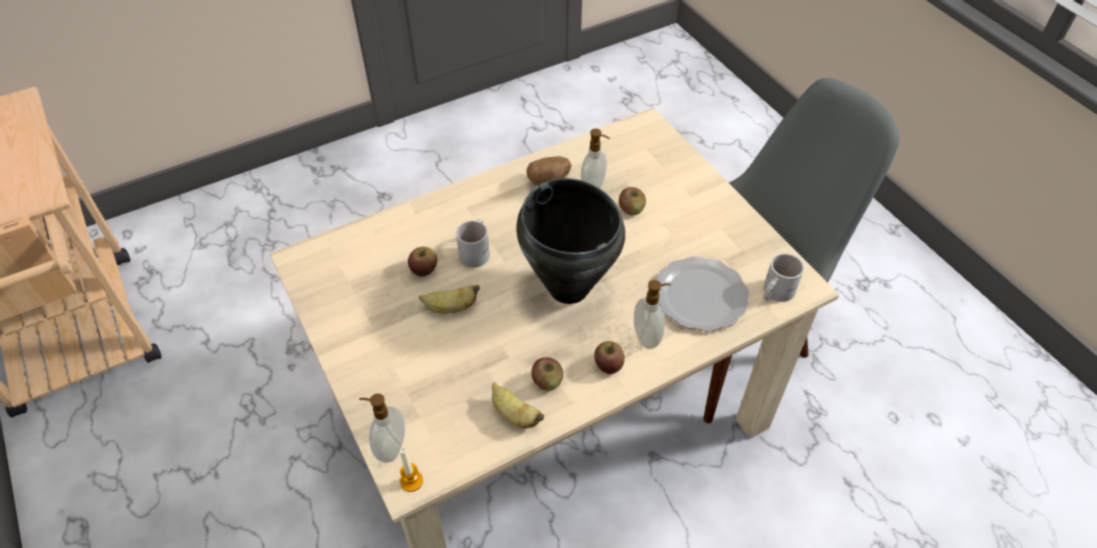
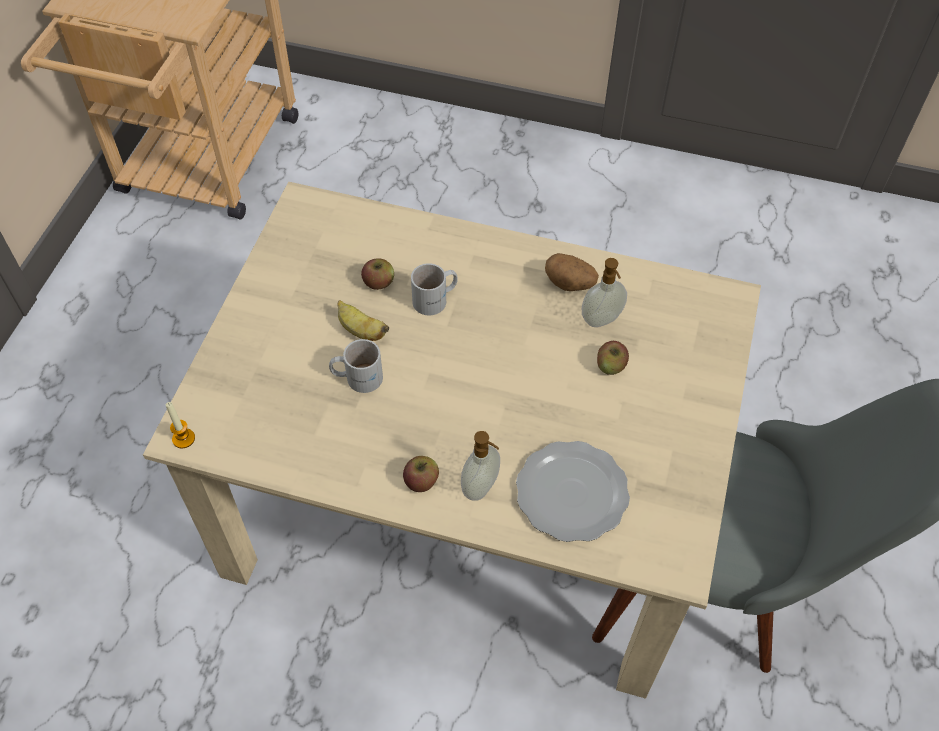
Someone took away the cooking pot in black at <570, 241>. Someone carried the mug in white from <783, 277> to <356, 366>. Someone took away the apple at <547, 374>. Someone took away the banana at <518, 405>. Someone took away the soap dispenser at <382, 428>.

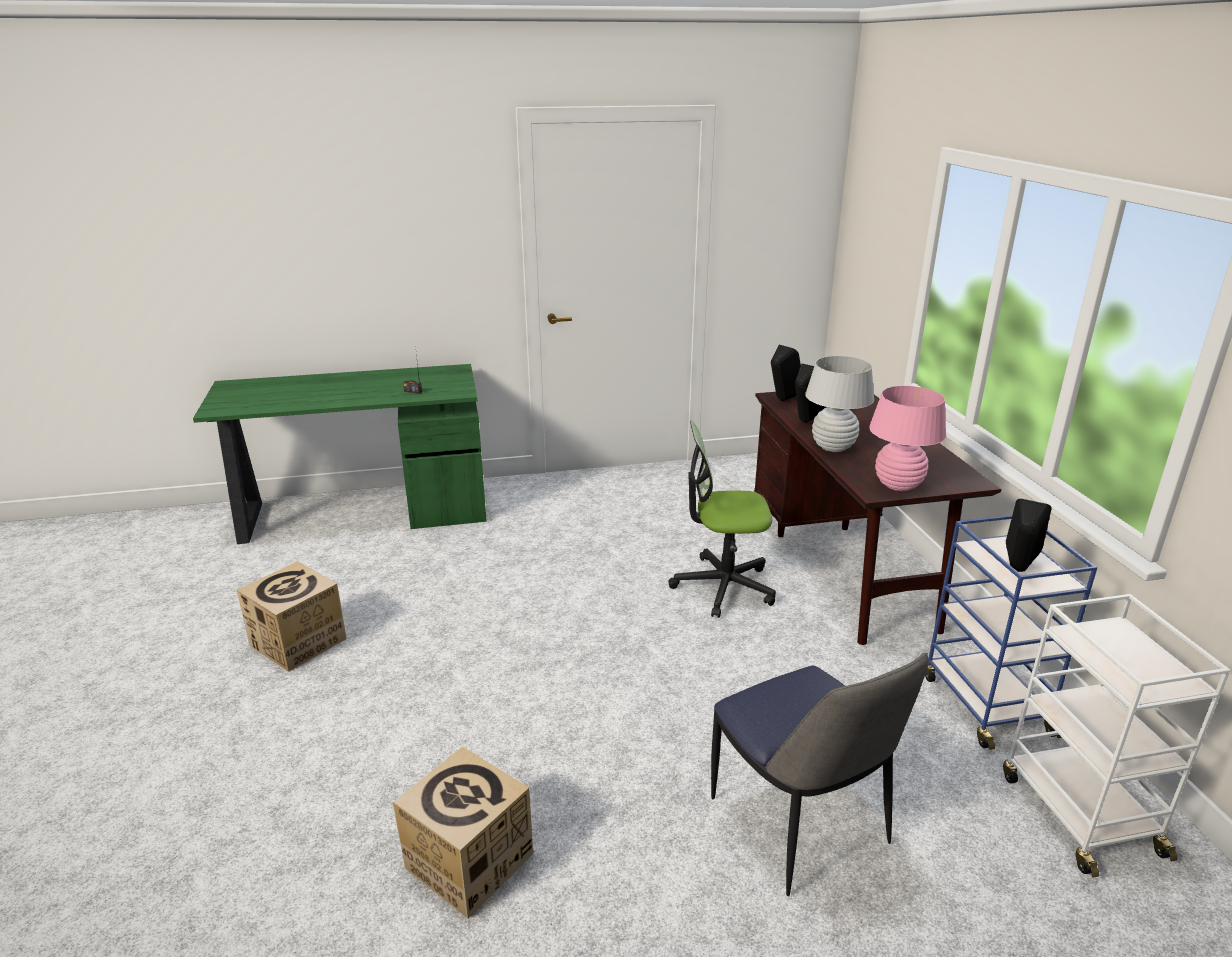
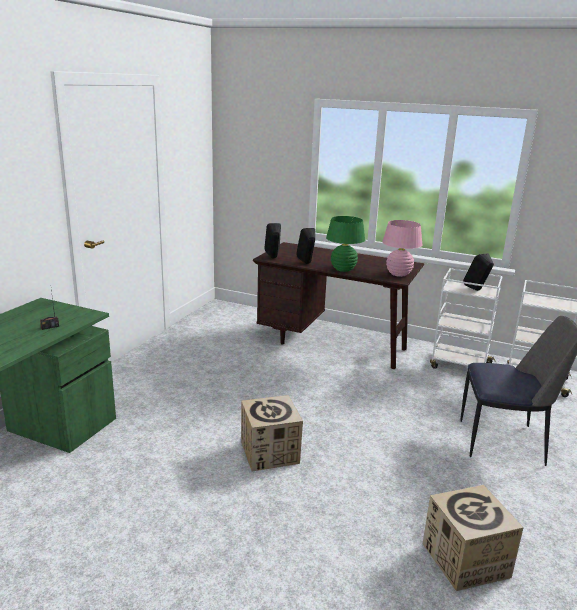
Someone repainted the table lamp in white at <839, 404>, which became the table lamp in green at <345, 244>. Someone took away the office chair at <722, 519>. Someone repainted the cart in blue at <1011, 632>, which became the cart in white at <466, 318>. Someone carried the cardboard box from <292, 616> to <272, 433>.

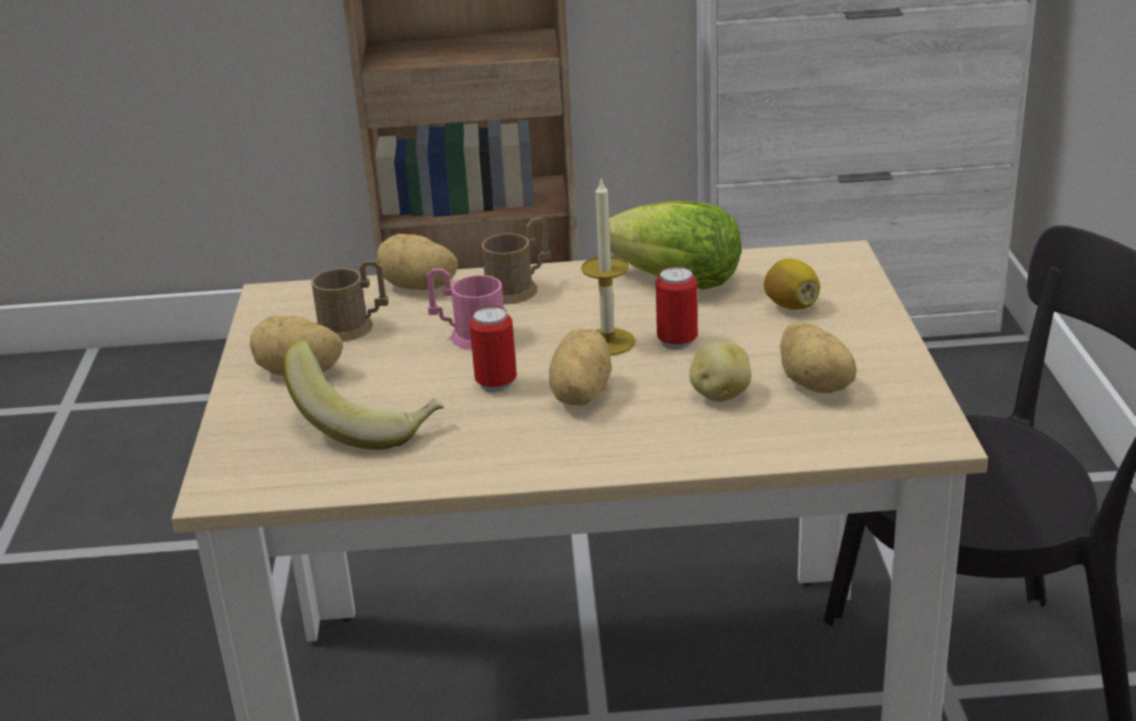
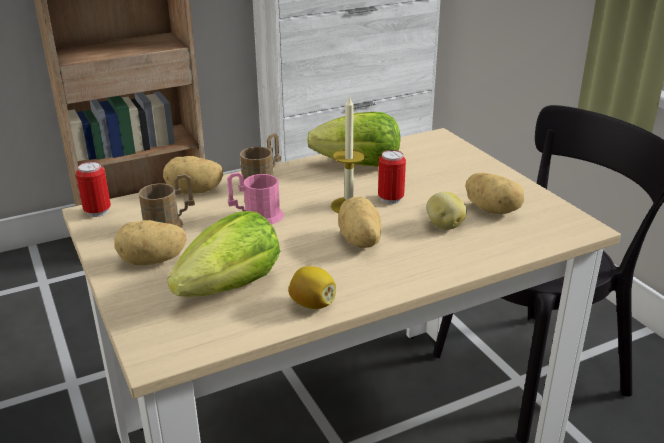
Someone carried the lemon from <792, 284> to <312, 287>. Someone carried the can from <493, 349> to <93, 189>. Someone swapped the banana at <363, 395> for the lettuce at <224, 254>.

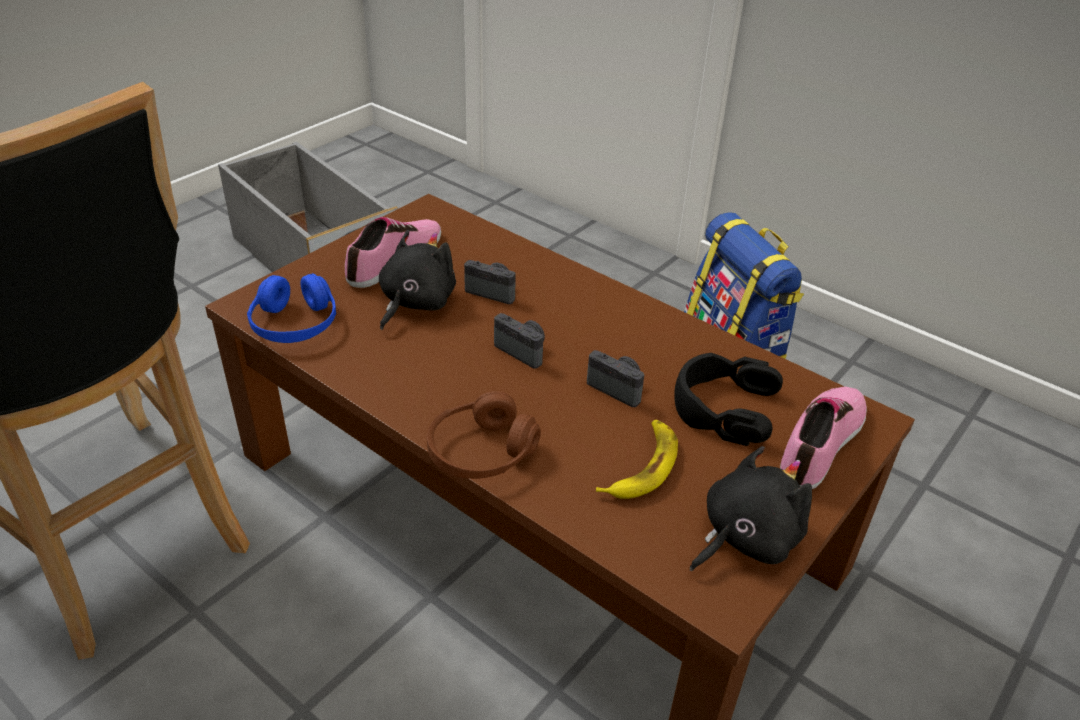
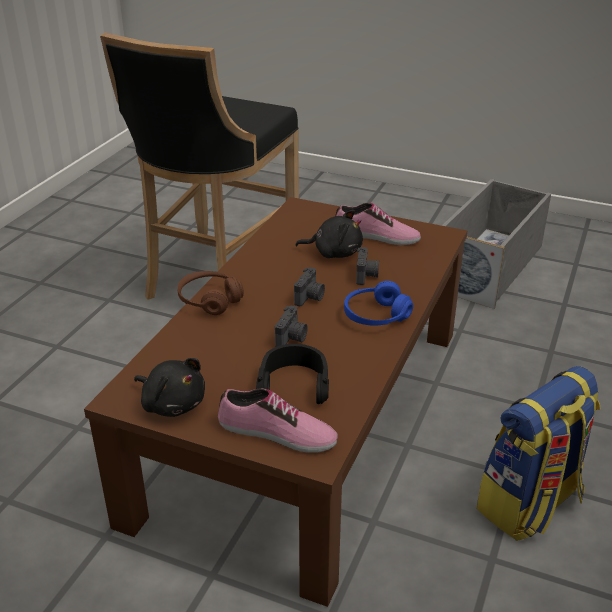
Someone carried the headphones in blue from <291, 308> to <378, 303>. Someone took away the banana at <637, 459>.

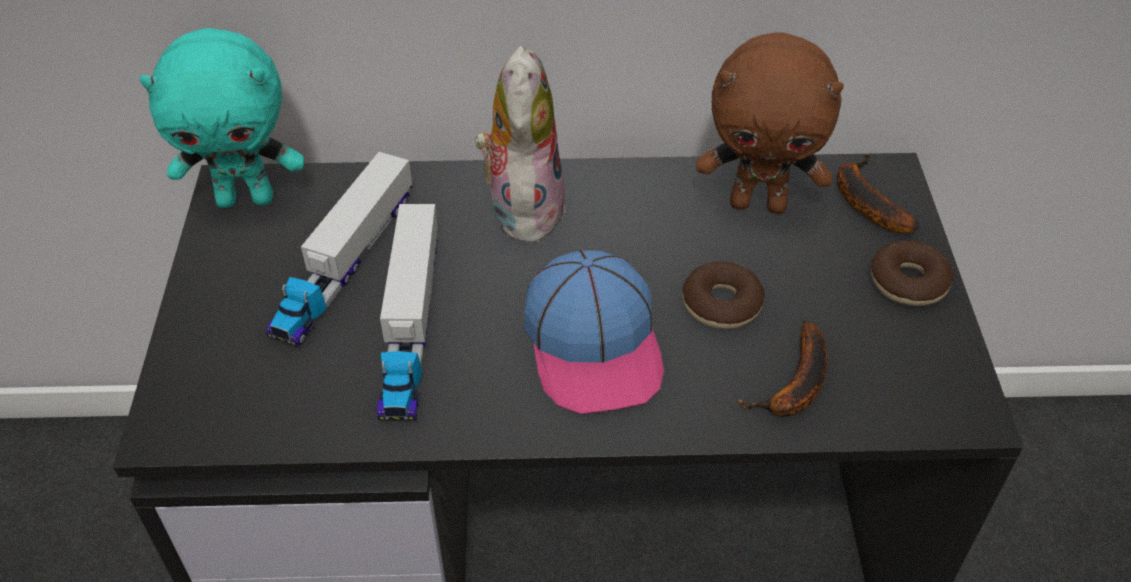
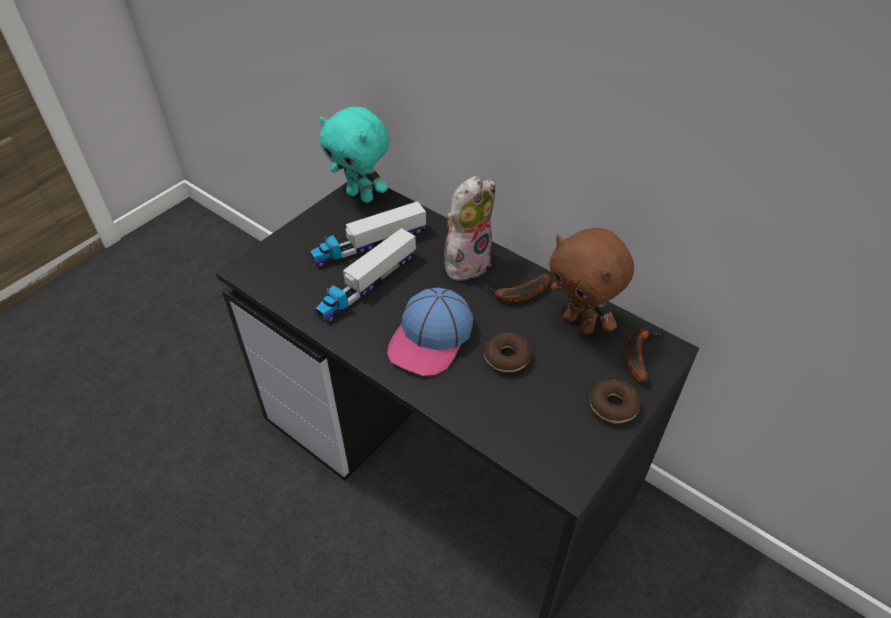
Someone carried the banana from <781, 368> to <518, 288>.

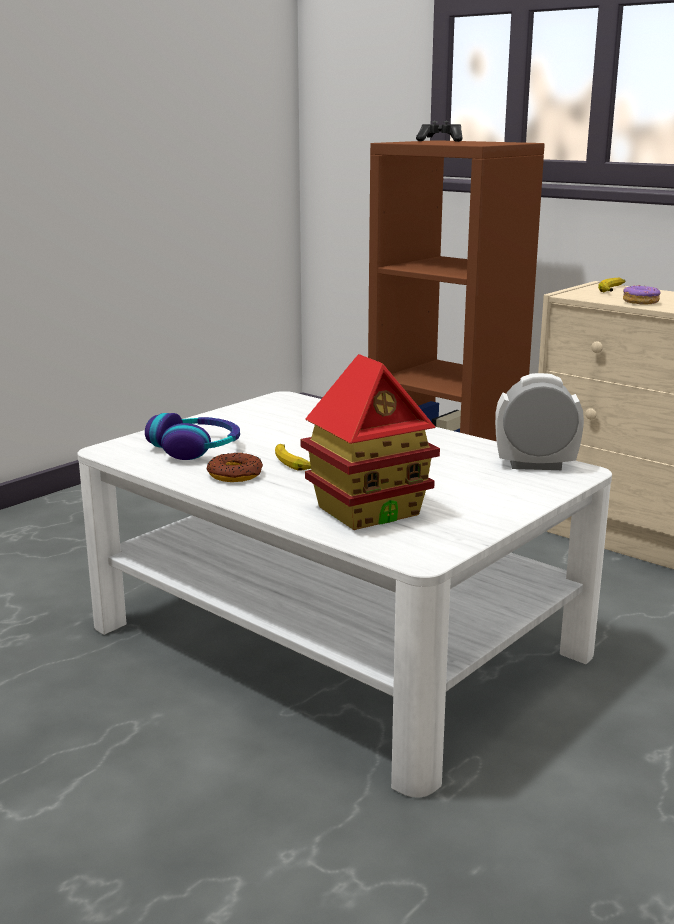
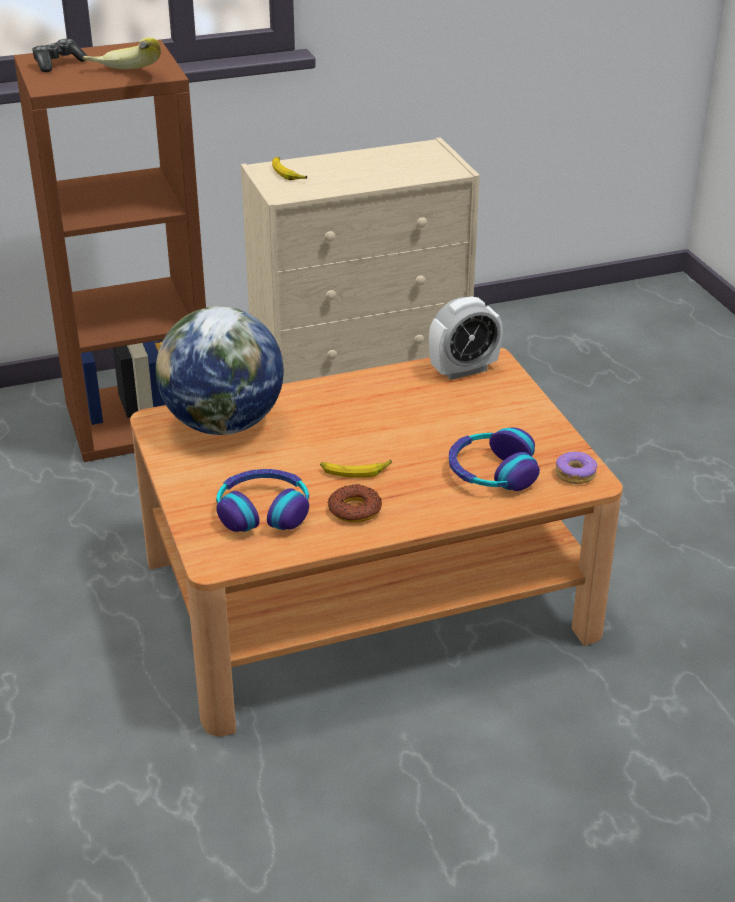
Someone carried the donut from <641, 295> to <577, 468>. Someone swapped the toy house at <370, 442> for the headphones at <494, 459>. Someone rotated the alarm clock at <539, 421> by 150 degrees counterclockwise. Someone repainted the coffee table in white at <344, 594>, which became the coffee table in brown at <376, 542>. Someone put down the banana at <121, 53>. Someone put down the globe at <220, 370>.

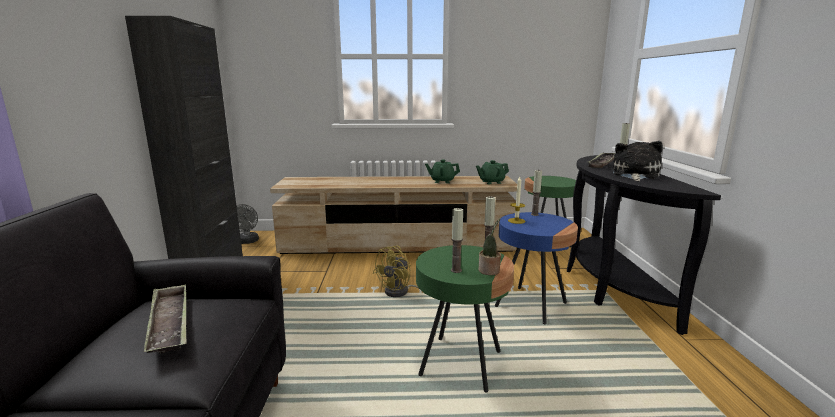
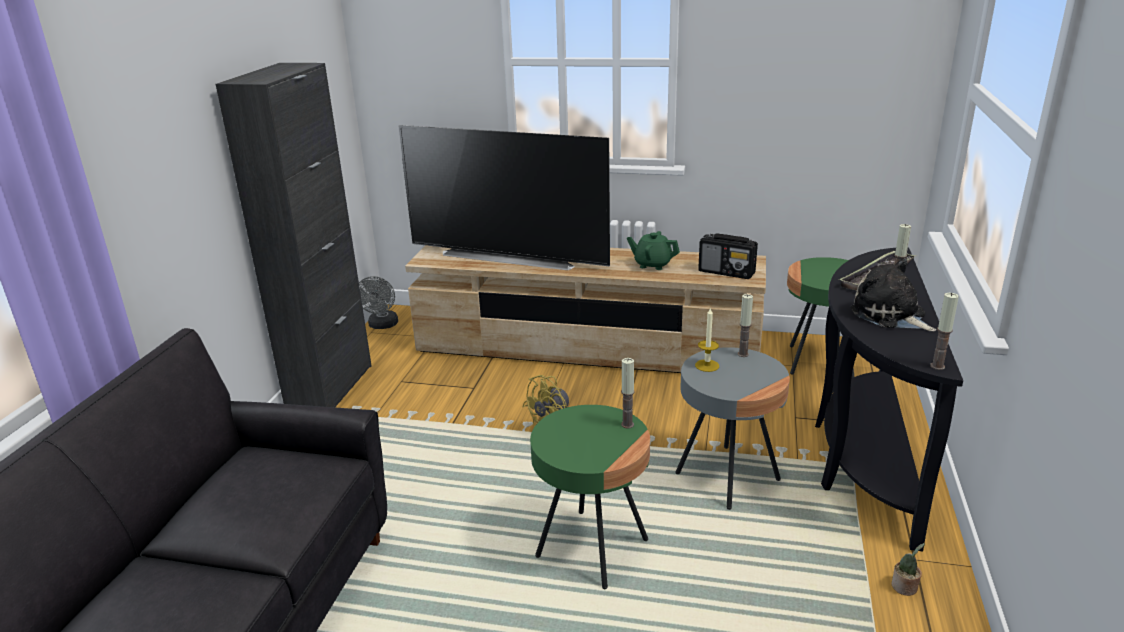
Someone rotated the plush toy at <638, 161> by 75 degrees counterclockwise. Someone swapped the teapot in green at <492, 172> for the radio at <728, 256>. Someone carried the candle from <457, 240> to <944, 331>. Someone repainted the side table in blue at <536, 268>, which became the side table in grey at <733, 428>. Someone carried the potted plant from <490, 246> to <908, 569>. Someone took away the tray at <165, 319>. Someone put down the television at <504, 197>.

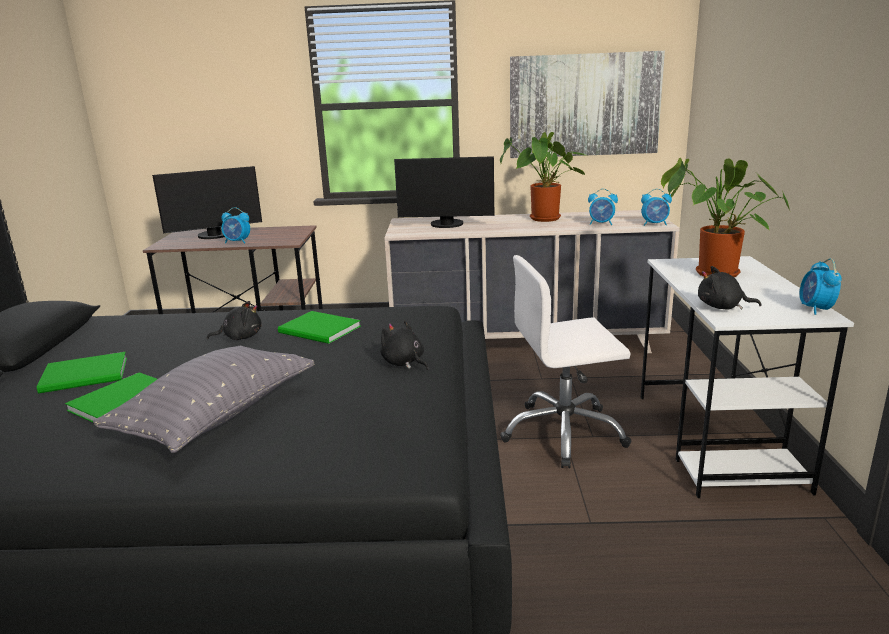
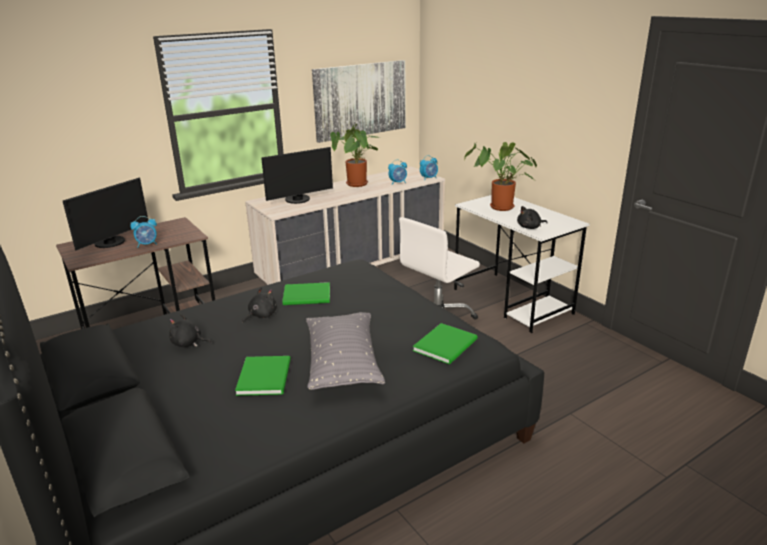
Someone took away the alarm clock at <821, 286>. Someone carried the plush toy in black from <404, 345> to <190, 330>. Someone carried the book in green from <82, 372> to <445, 344>.

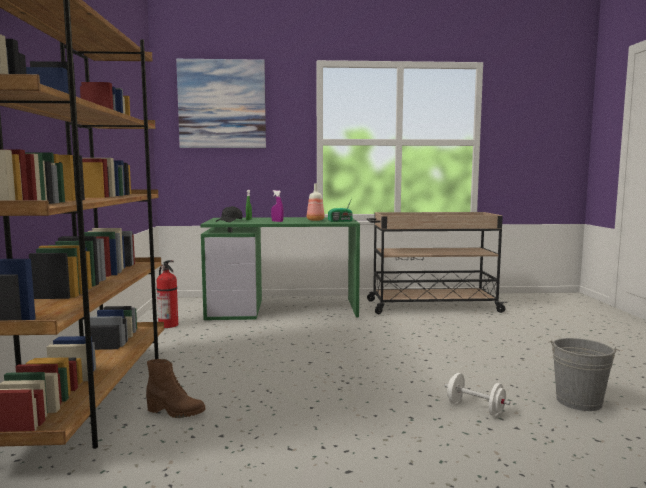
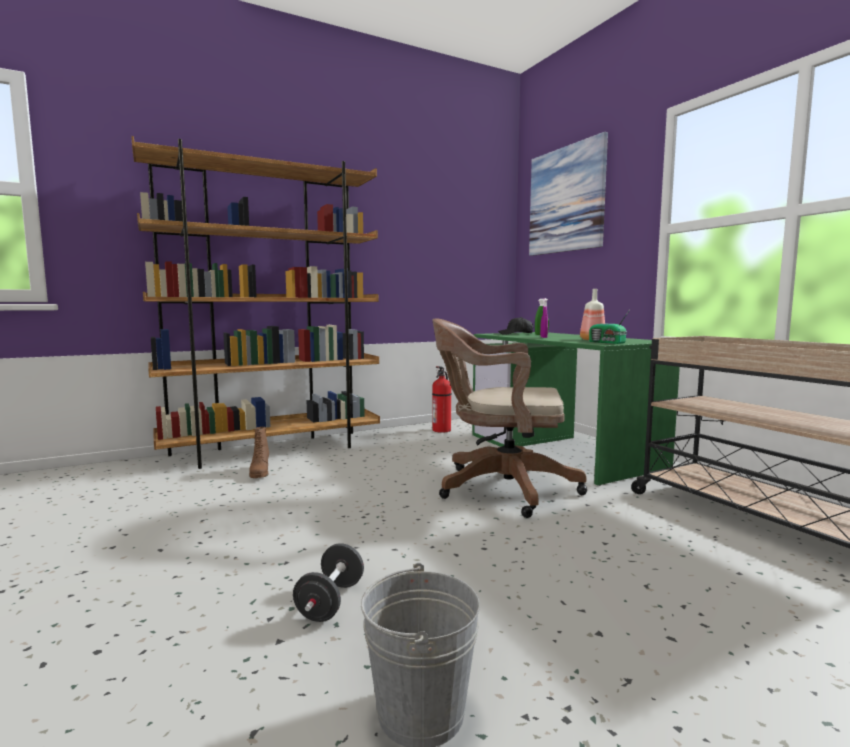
Someone repainted the dumbbell in white at <477, 395>, which became the dumbbell in black at <328, 582>. Someone put down the office chair in brown at <509, 418>.

